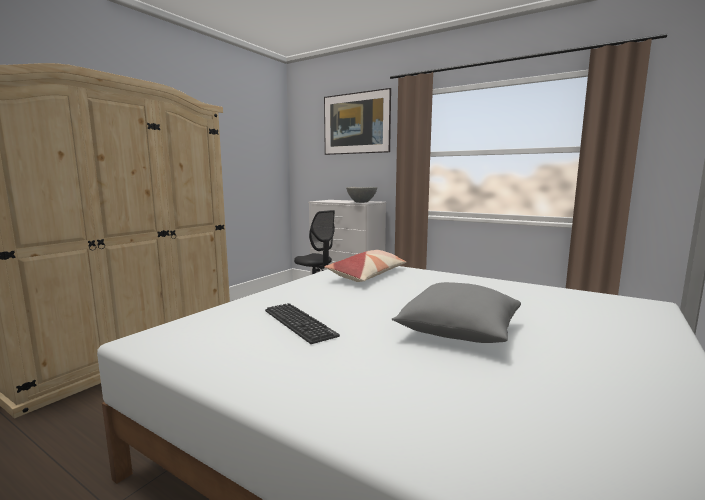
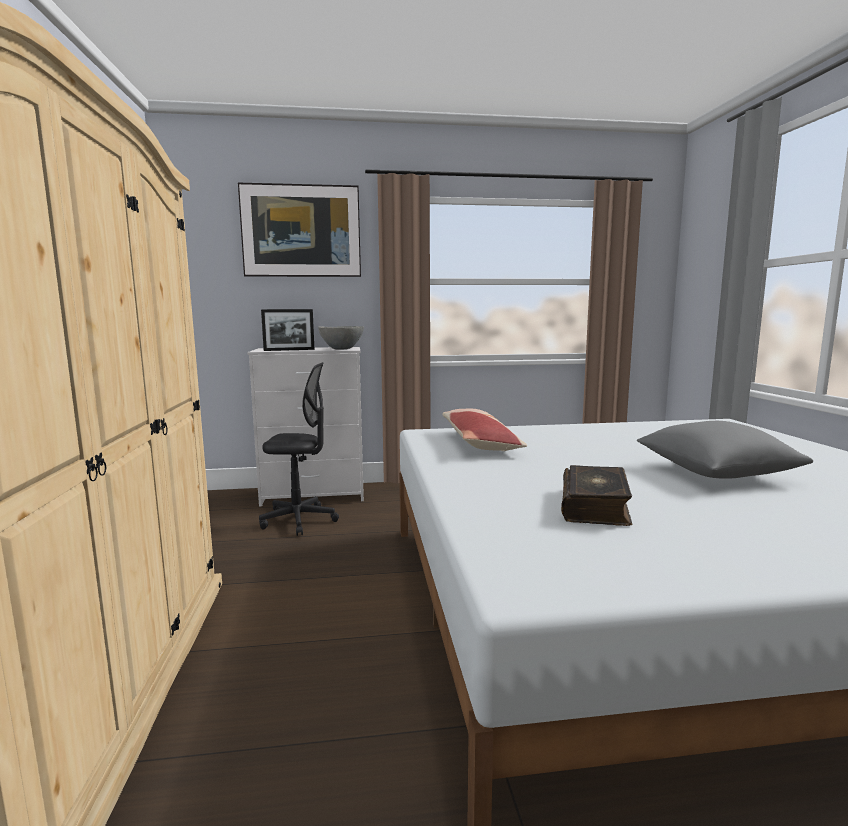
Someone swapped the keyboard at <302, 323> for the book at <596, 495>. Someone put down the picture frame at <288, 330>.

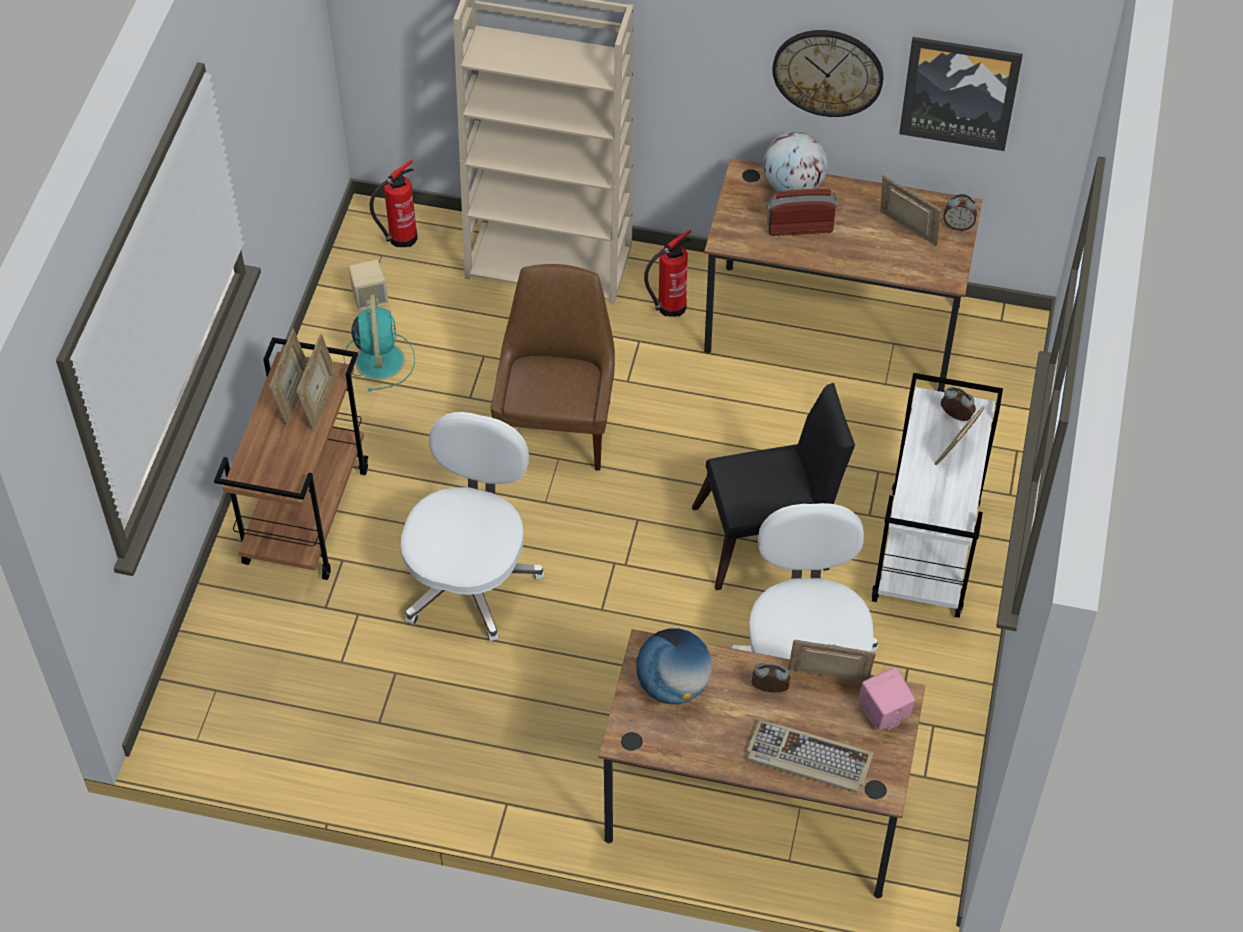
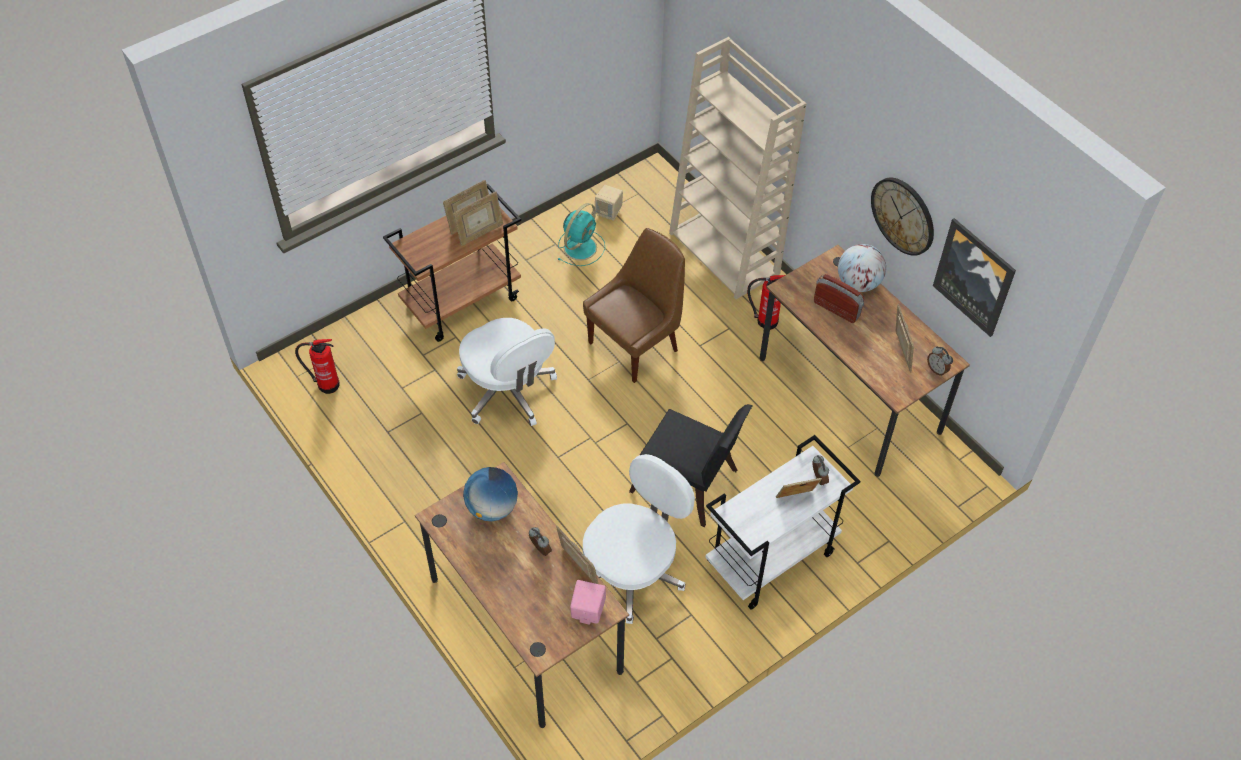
Someone carried the fire extinguisher from <393, 203> to <317, 366>. Someone rotated the office chair in white at <472, 526> by 90 degrees clockwise. Someone took away the keyboard at <810, 756>.

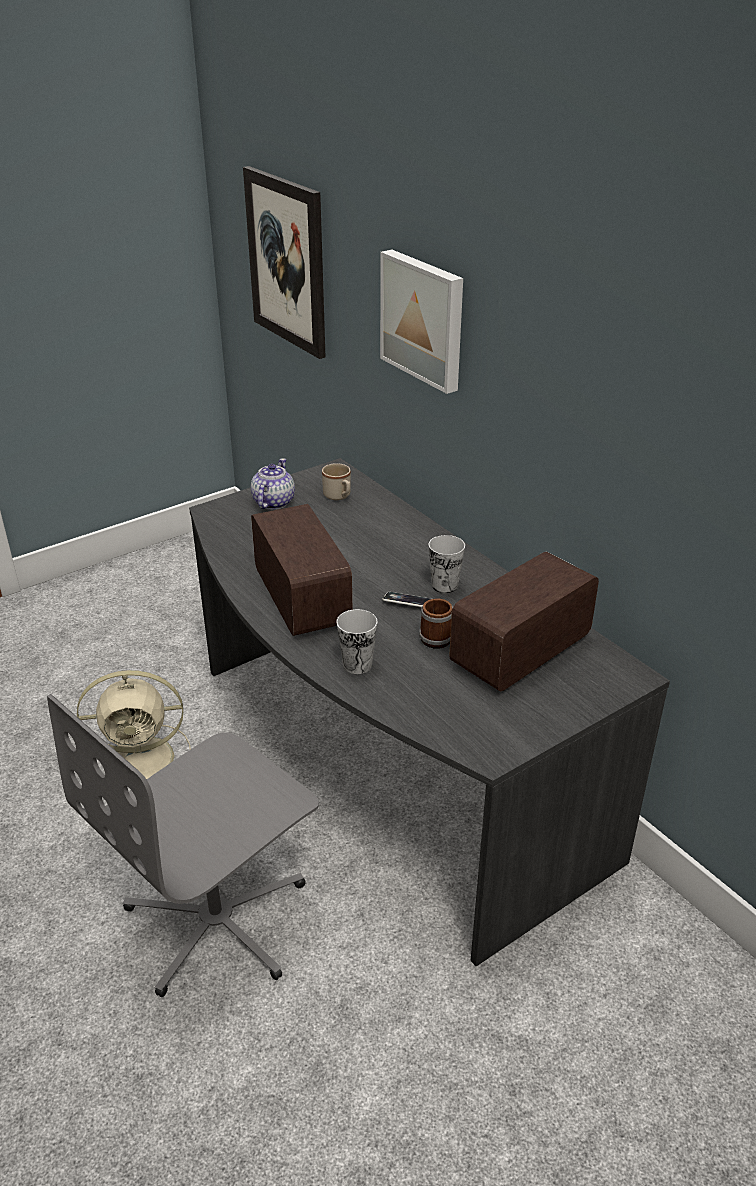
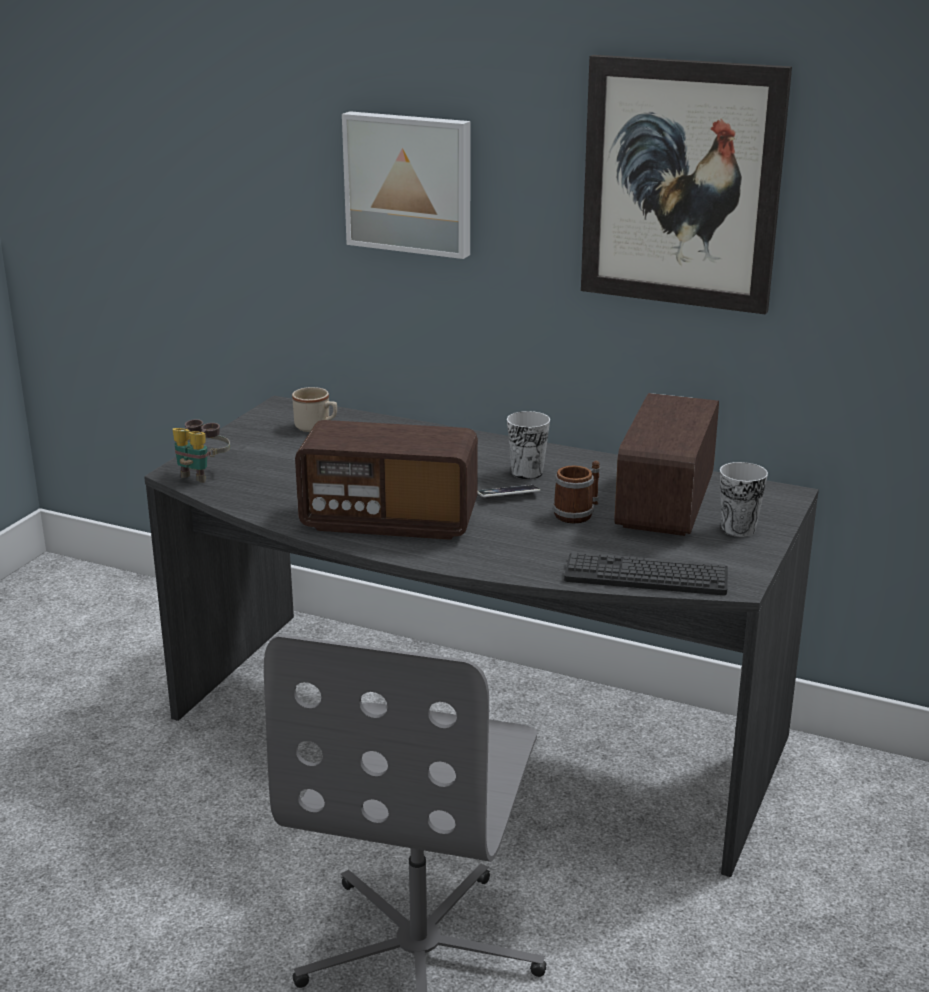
Someone carried the picture from <284, 262> to <686, 185>. Someone took away the teapot at <273, 484>. Someone rotated the radio at <302, 570> by 150 degrees clockwise. Someone carried the cup from <356, 641> to <744, 499>. Someone took away the fan in beige at <134, 724>. Someone put down the binoculars at <201, 451>. Someone put down the keyboard at <646, 573>.

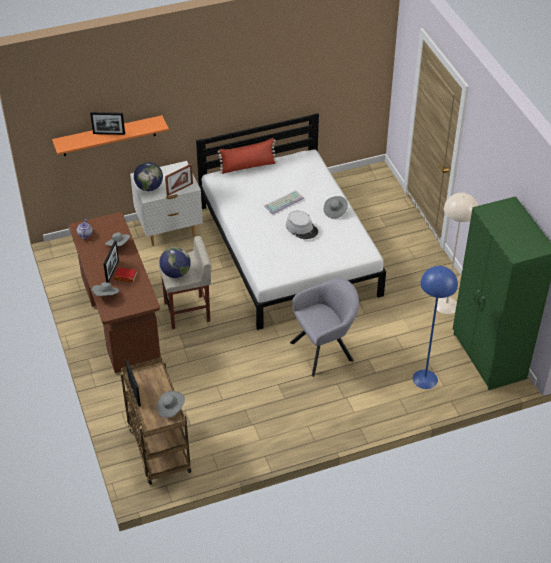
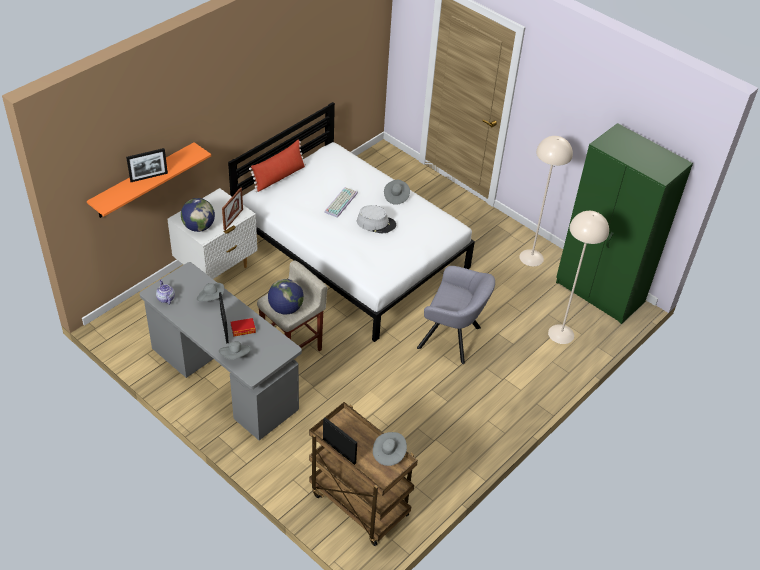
Someone repainted the desk in brown at <115, 292>, which became the desk in grey at <220, 351>. Someone repainted the floor lamp in blue at <435, 327>, which became the floor lamp in beige at <578, 277>. Someone rotated the armchair in grey at <324, 327> by 75 degrees clockwise.

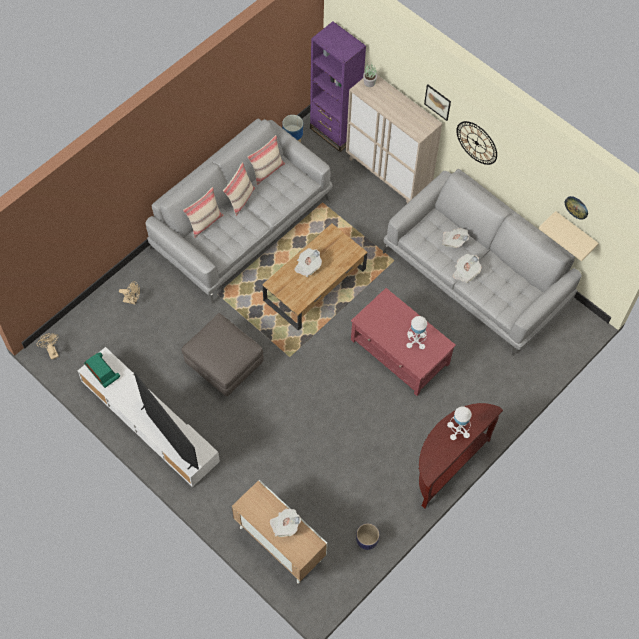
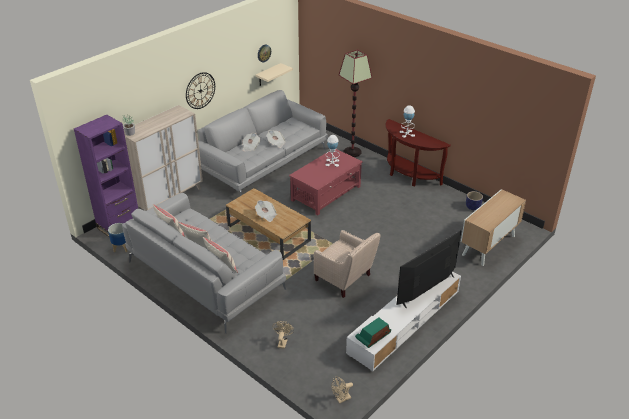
Someone took away the picture at <437, 102>. Someone swapped the ottoman in grey at <222, 354> for the armchair in beige at <347, 264>. Someone took away the newspaper at <285, 523>. Someone put down the floor lamp at <355, 103>.

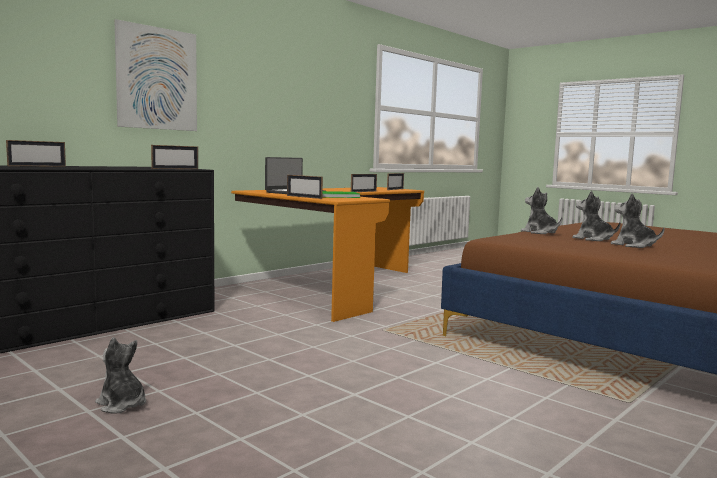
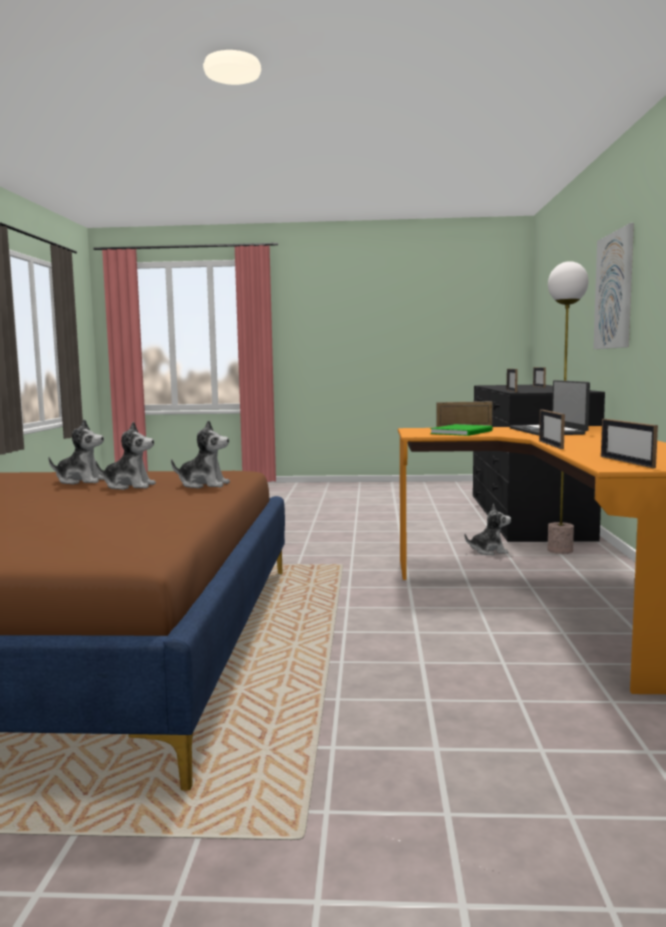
Someone carried the plush toy from <120, 375> to <487, 529>. Someone put down the floor lamp at <568, 407>.

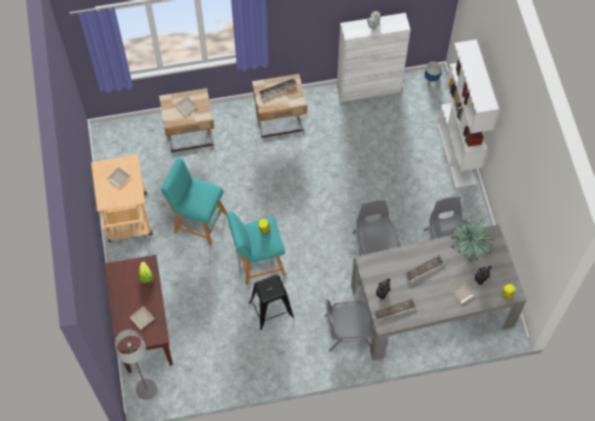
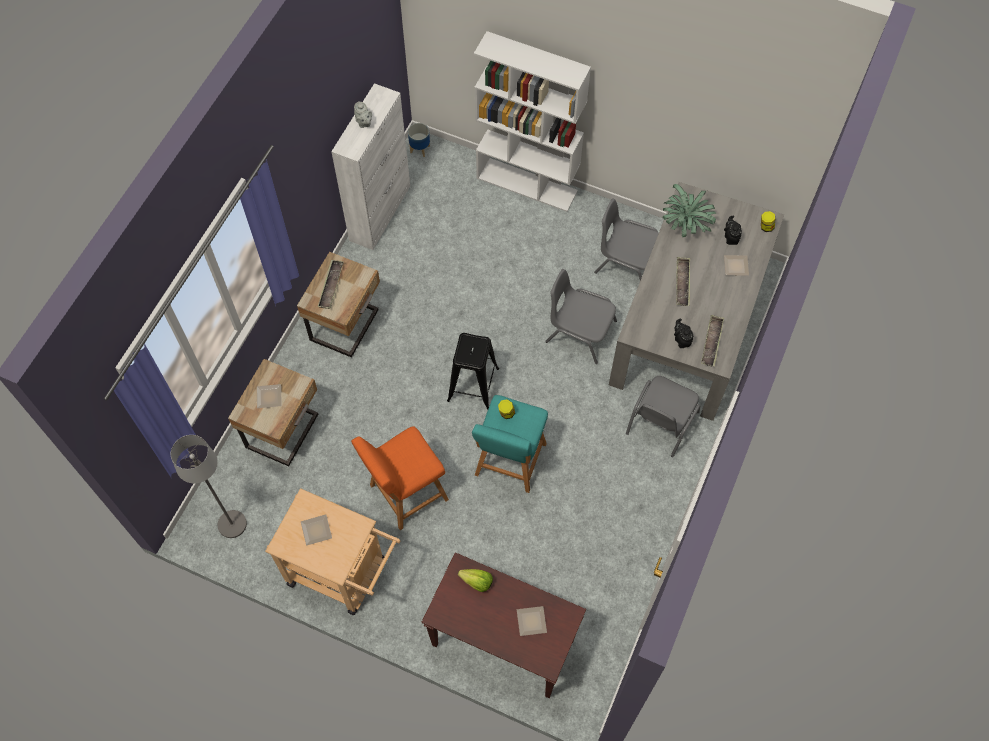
Someone repainted the stool in turquoise at <193, 201>, which became the stool in orange at <400, 478>. Someone carried the stool in black from <271, 302> to <473, 371>. Someone carried the floor lamp in grey from <136, 364> to <209, 486>.

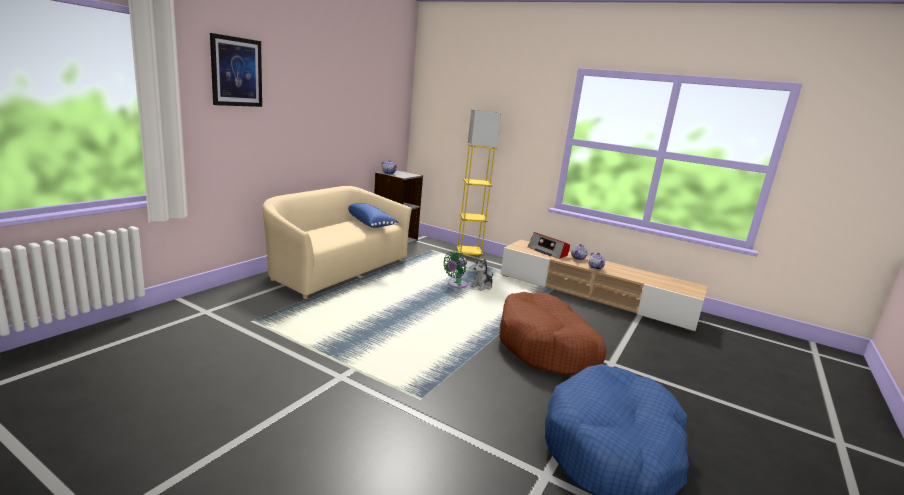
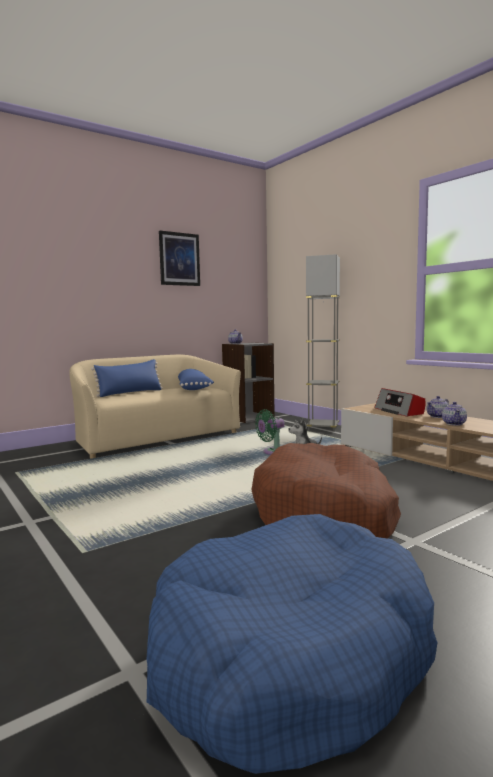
Someone carried the picture from <236, 70> to <179, 258>. Someone repainted the floor lamp in yellow at <478, 184>, which became the floor lamp in grey at <323, 343>. Someone put down the pillow in blue at <127, 378>.

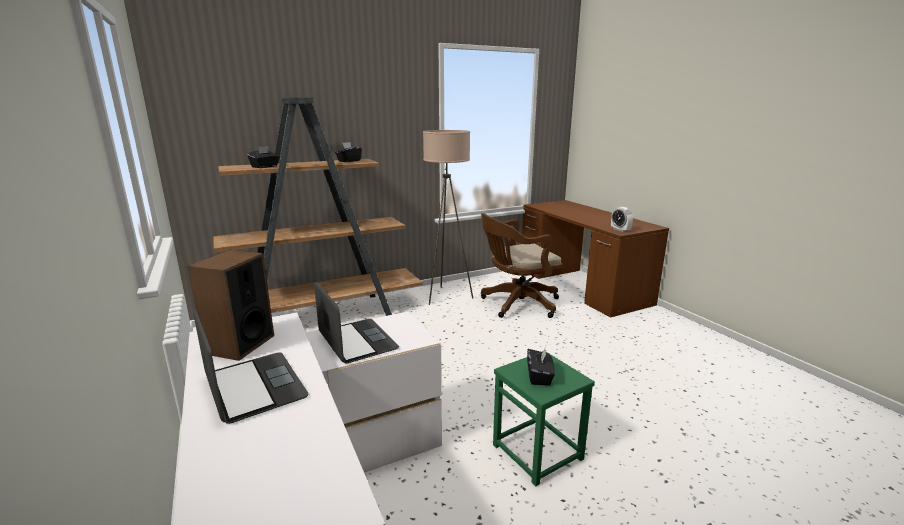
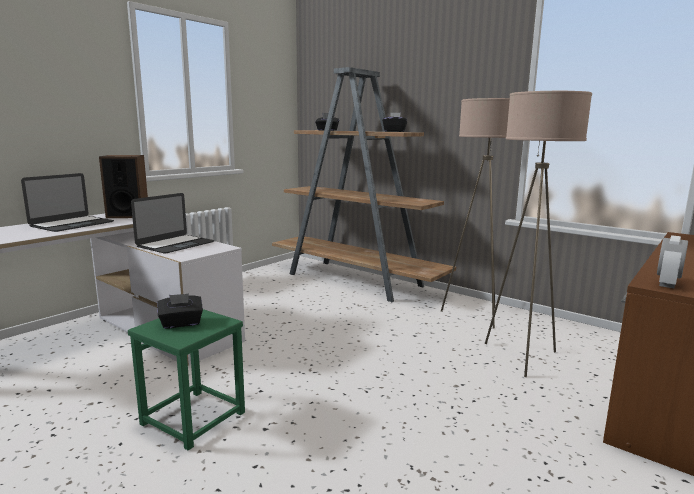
Someone swapped the office chair in brown at <521, 265> for the floor lamp in beige at <538, 234>.

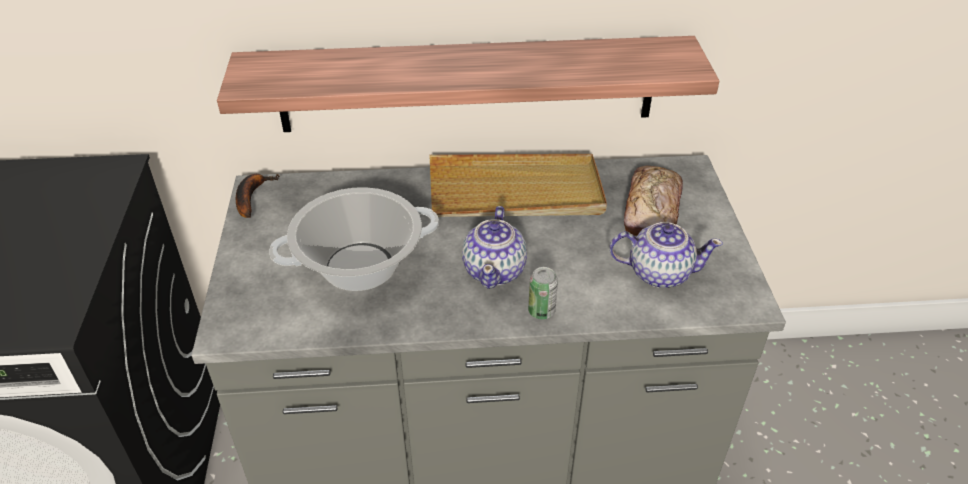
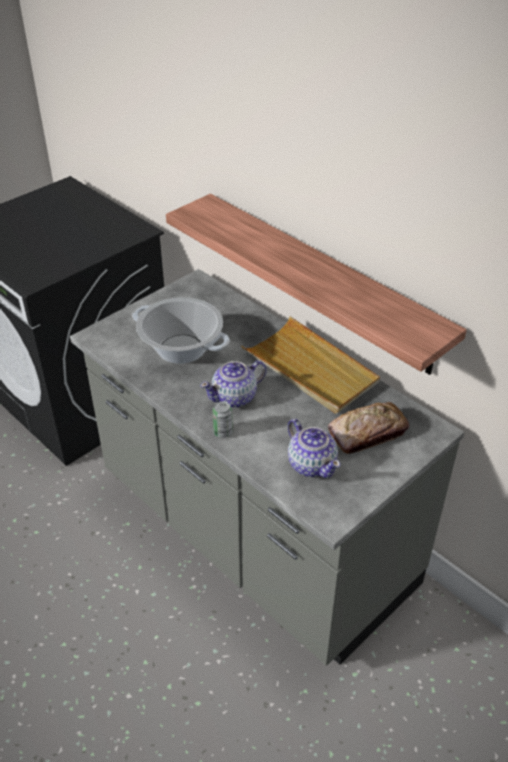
Someone took away the banana at <258, 196>.

